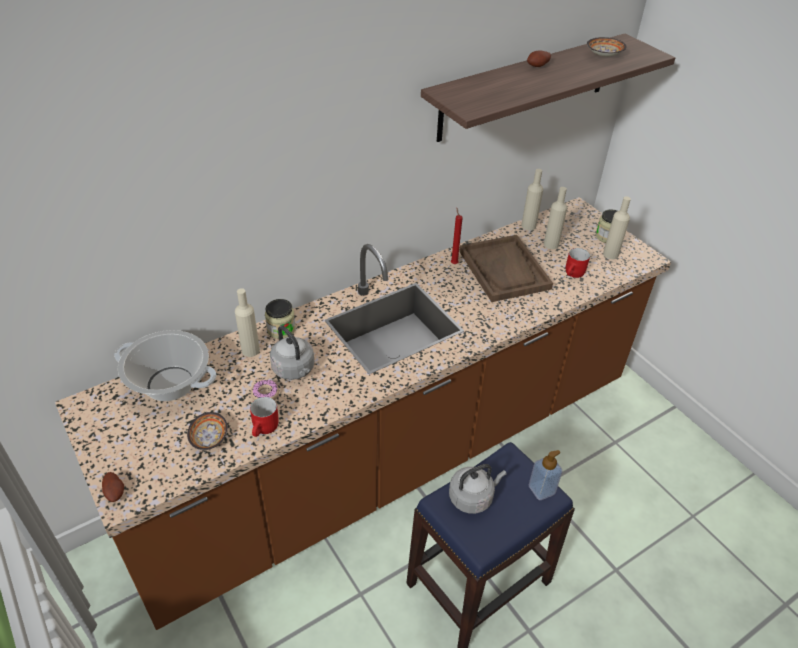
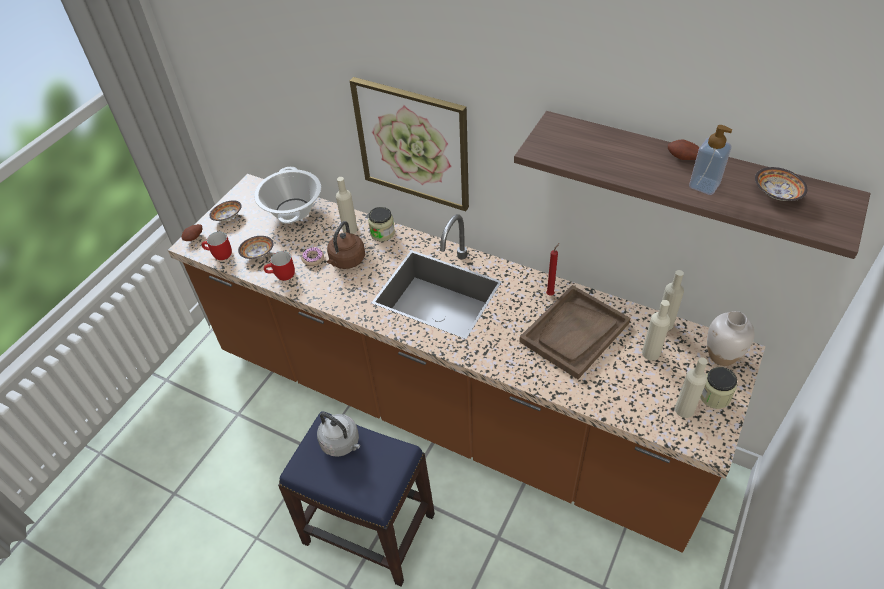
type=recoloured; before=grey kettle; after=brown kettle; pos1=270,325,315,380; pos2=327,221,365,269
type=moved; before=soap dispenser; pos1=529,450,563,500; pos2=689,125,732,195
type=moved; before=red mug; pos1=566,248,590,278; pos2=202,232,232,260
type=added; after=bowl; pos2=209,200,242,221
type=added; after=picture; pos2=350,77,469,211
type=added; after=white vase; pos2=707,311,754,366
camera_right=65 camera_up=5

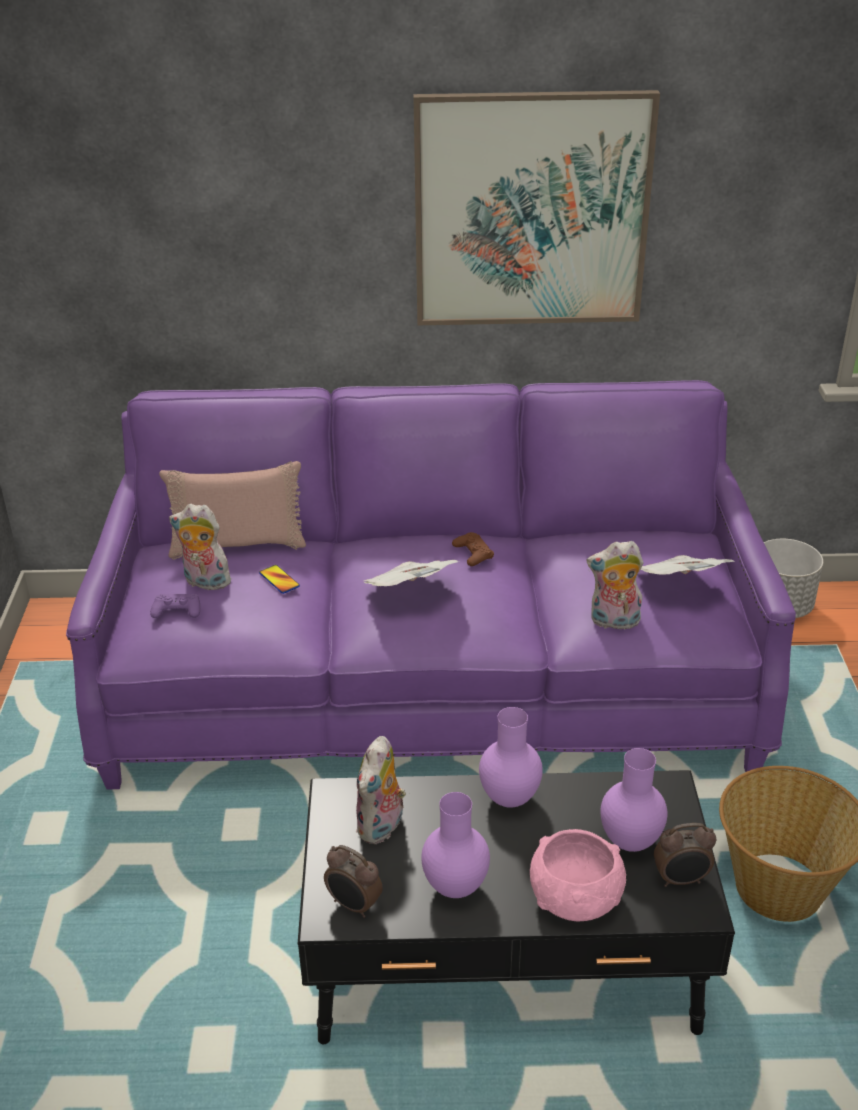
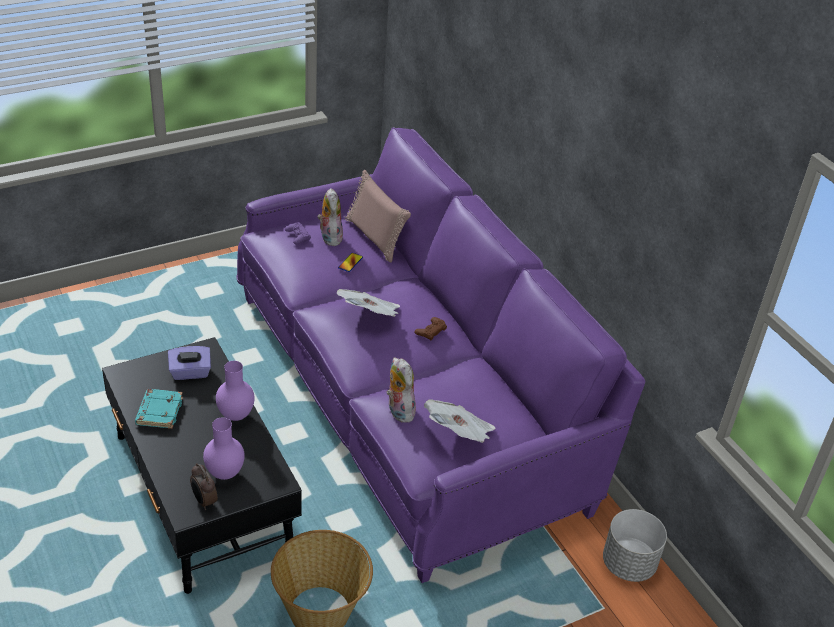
type=removed; before=alarm clock; pos1=324,845,383,918
type=replaced; before=plush toy; after=purple tissue box; pos1=356,736,406,844; pos2=168,346,211,380
type=removed; before=picture; pos1=413,90,660,325
type=replaced; before=purple vase; after=turquoise book; pos1=421,792,490,898; pos2=135,389,183,429
type=removed; before=pink bowl; pos1=530,829,626,922
camera_right=60 camera_up=5

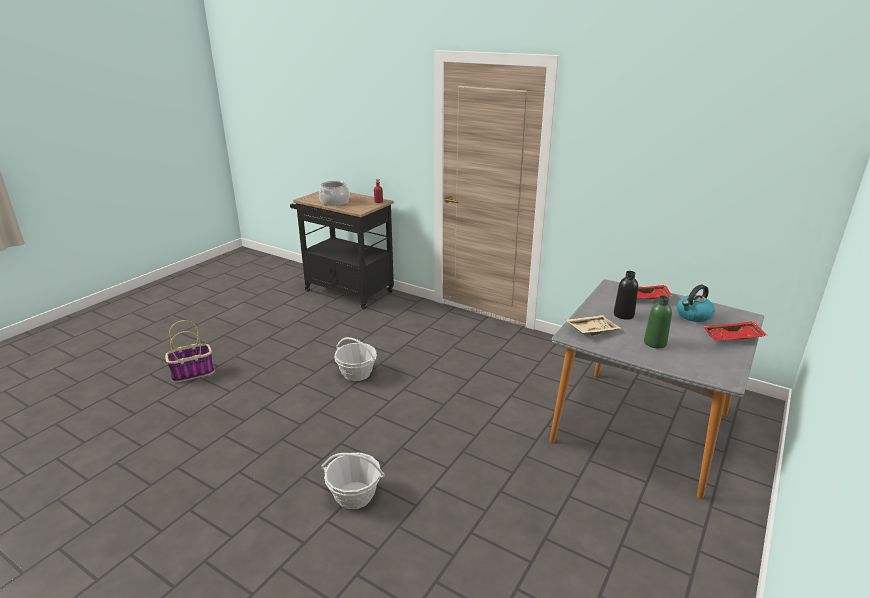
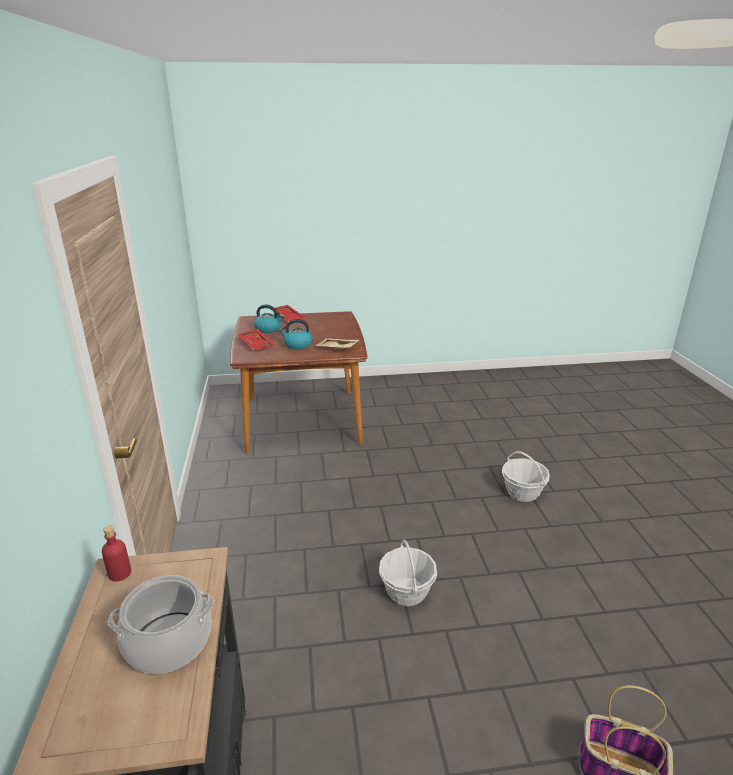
type=recoloured; before=grey dining table; after=brown dining table; pos1=549,279,764,499; pos2=230,311,368,453
type=replaced; before=black bottle; after=kettle; pos1=614,271,638,320; pos2=279,319,313,349
type=removed; before=green bottle; pos1=644,296,672,348
camera_right=-130 camera_up=0

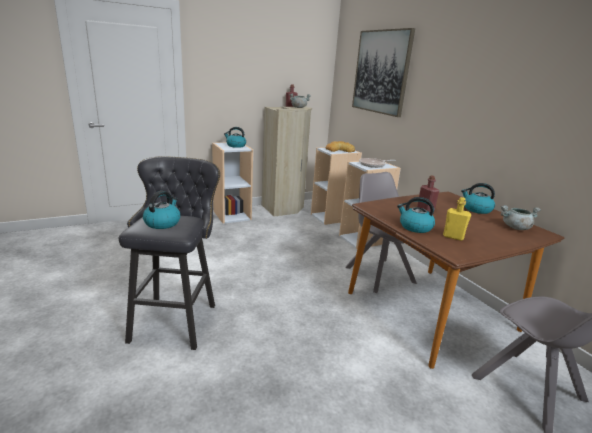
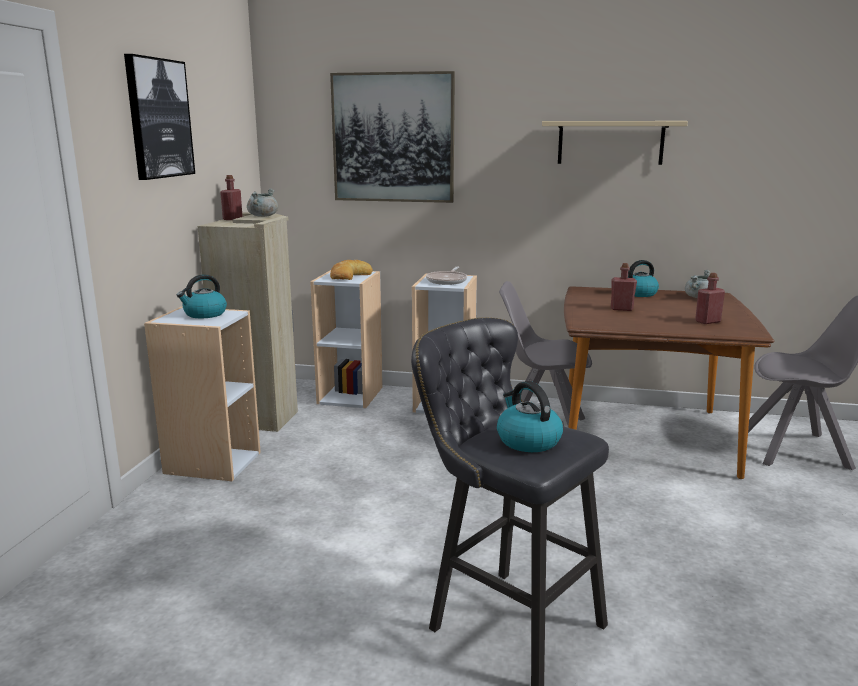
type=removed; before=kettle; pos1=397,197,435,233
type=recoloured; before=yellow bottle; after=red bottle; pos1=443,197,471,241; pos2=695,273,725,324
type=added; after=picture; pos2=124,54,195,180
type=added; after=beige shelf; pos2=542,121,688,165
camera_right=-50 camera_up=-5

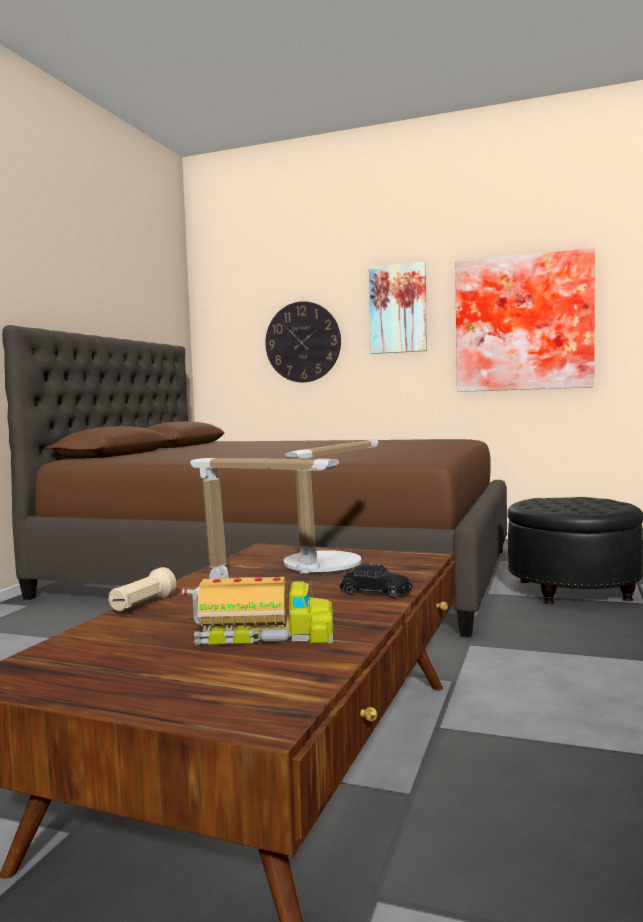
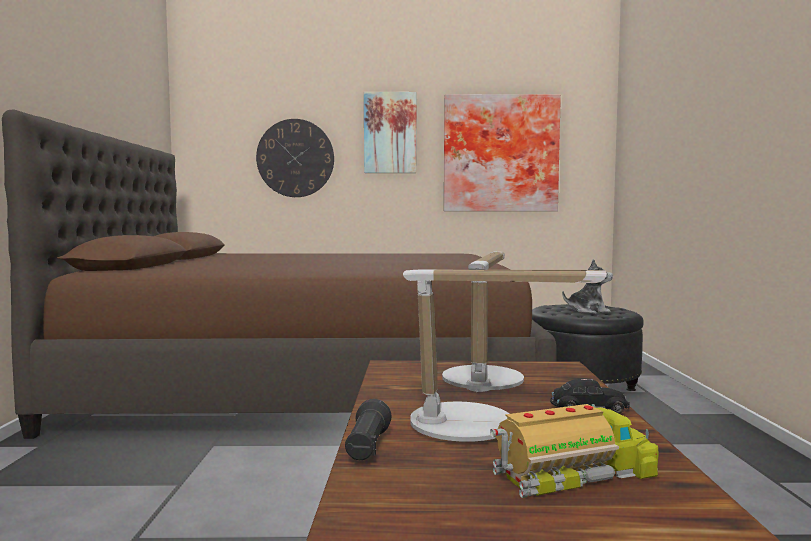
type=recoloured; before=beige flashlight; after=black flashlight; pos1=108,567,176,611; pos2=345,399,391,460
type=added; after=plush toy; pos2=562,259,613,314
camera_right=-20 camera_up=0

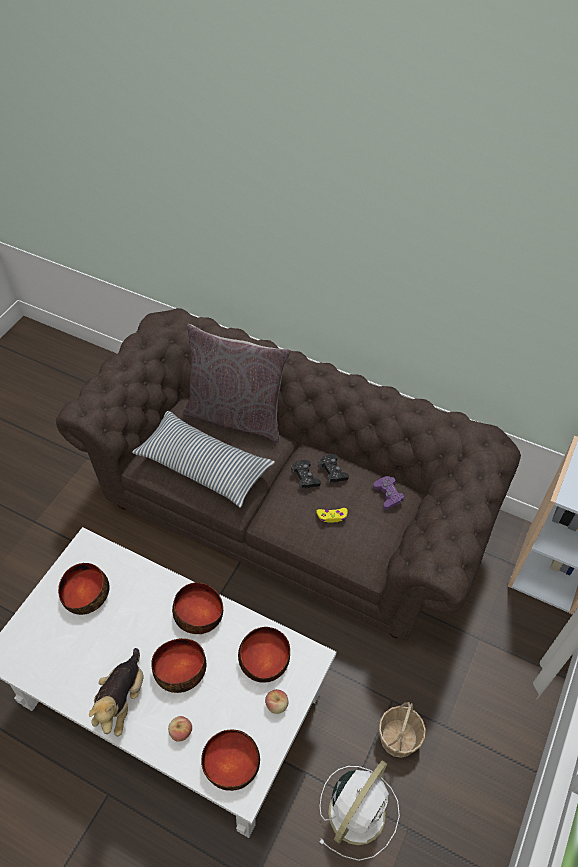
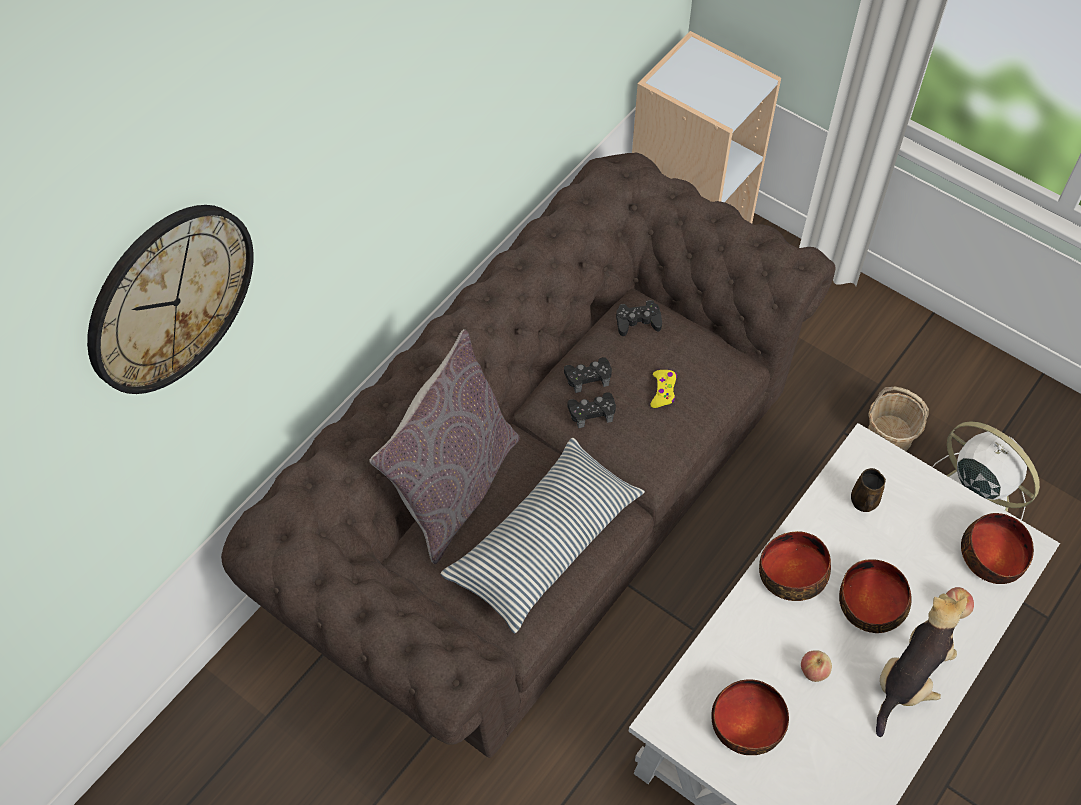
type=turned; before=plush toy; pos1=89,648,144,736; pos2=876,594,967,737; turn=-75
type=replaced; before=bowl; after=brown mug; pos1=238,627,290,683; pos2=851,468,886,512
type=moved; before=apple; pos1=265,689,288,714; pos2=801,650,832,682
type=recoloured; before=purple game controller; after=black game controller; pos1=373,476,404,510; pos2=616,300,662,336
type=added; after=wall clock; pos2=87,205,254,394
camera_right=-80 camera_up=5

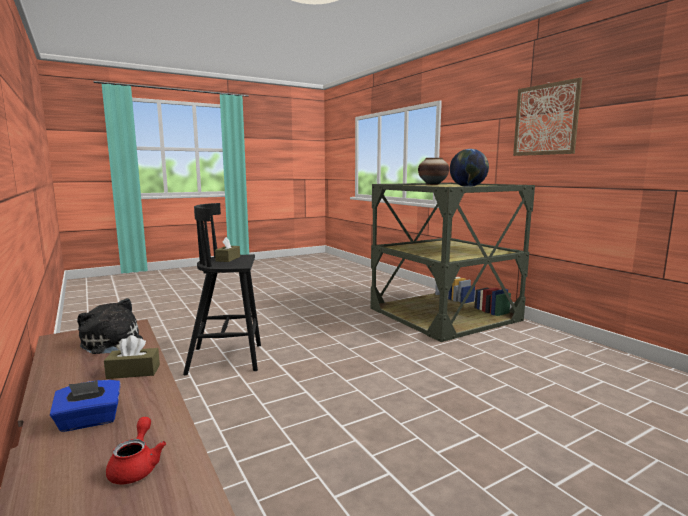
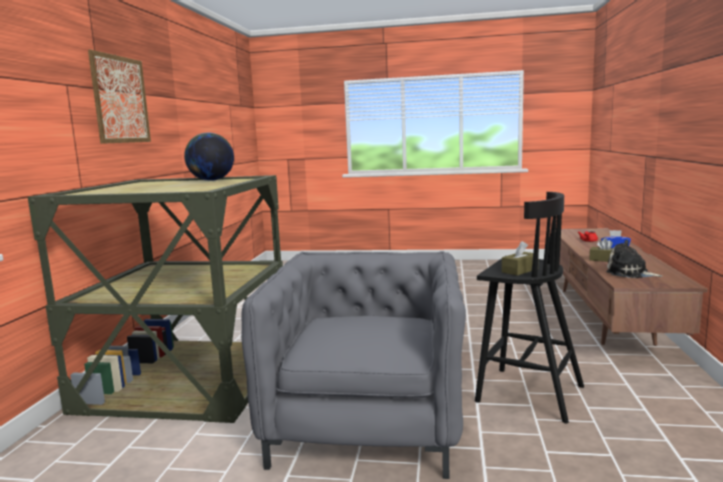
type=turned; before=plush toy; pos1=77,298,143,354; pos2=606,240,663,278; turn=135
type=removed; before=vase; pos1=418,158,449,185
type=added; after=grey armchair; pos2=241,251,466,479
camera_right=-140 camera_up=0

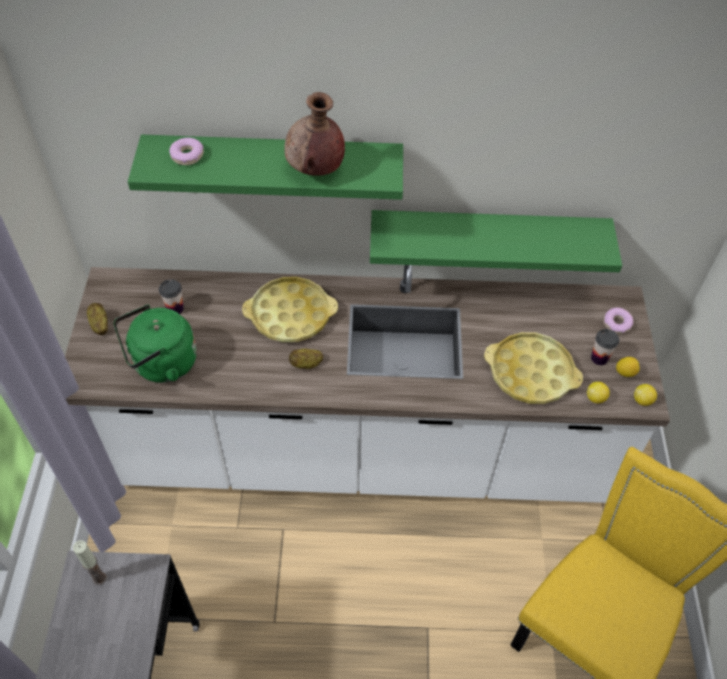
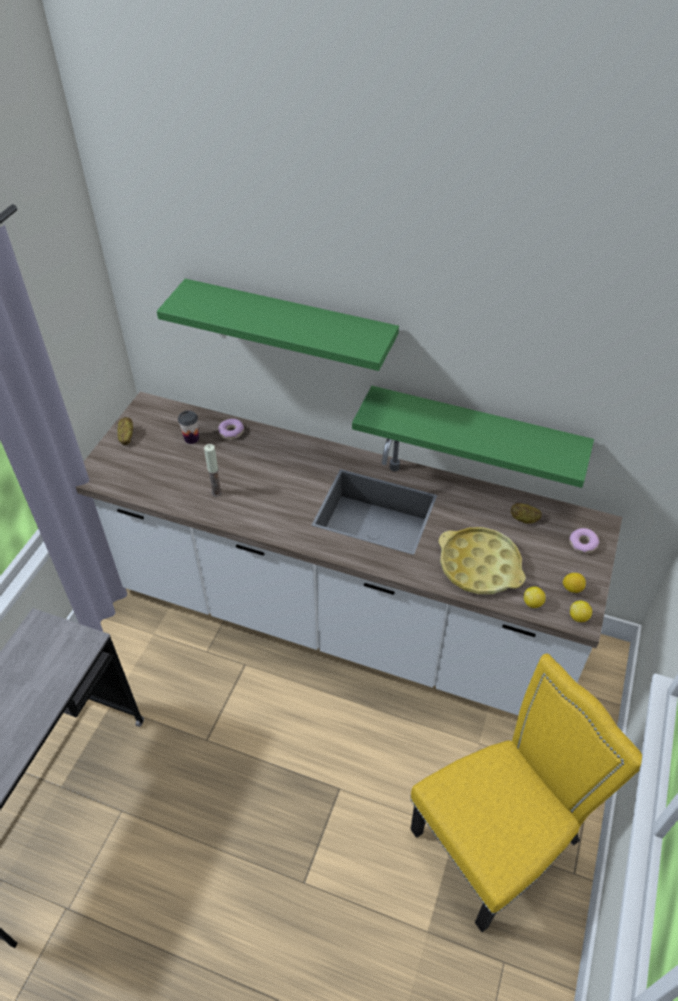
type=moved; before=candle; pos1=73,540,107,586; pos2=204,444,222,497
type=removed; before=green kettle; pos1=114,305,197,383
type=moved; before=donut; pos1=169,138,204,165; pos2=218,419,244,440
type=removed; before=yellow tray; pos1=242,277,338,342
type=removed; before=brown vase; pos1=284,92,345,176
type=moved; before=potato; pos1=289,348,323,369; pos2=511,503,542,524
type=removed; before=cup; pos1=591,329,619,365
camera_right=20 camera_up=-5

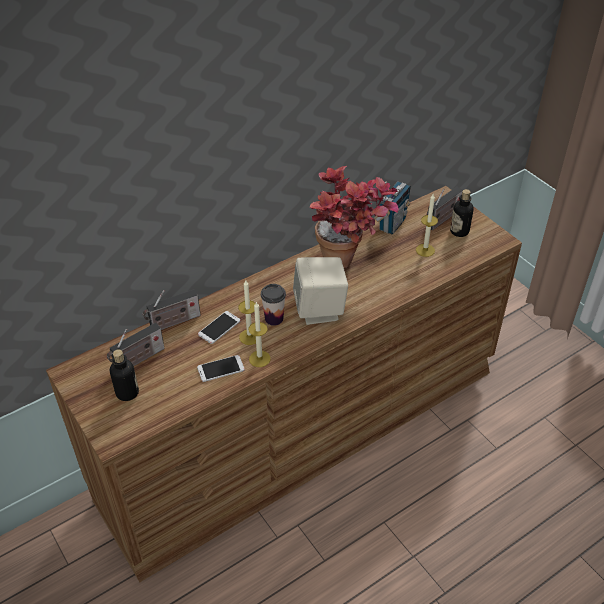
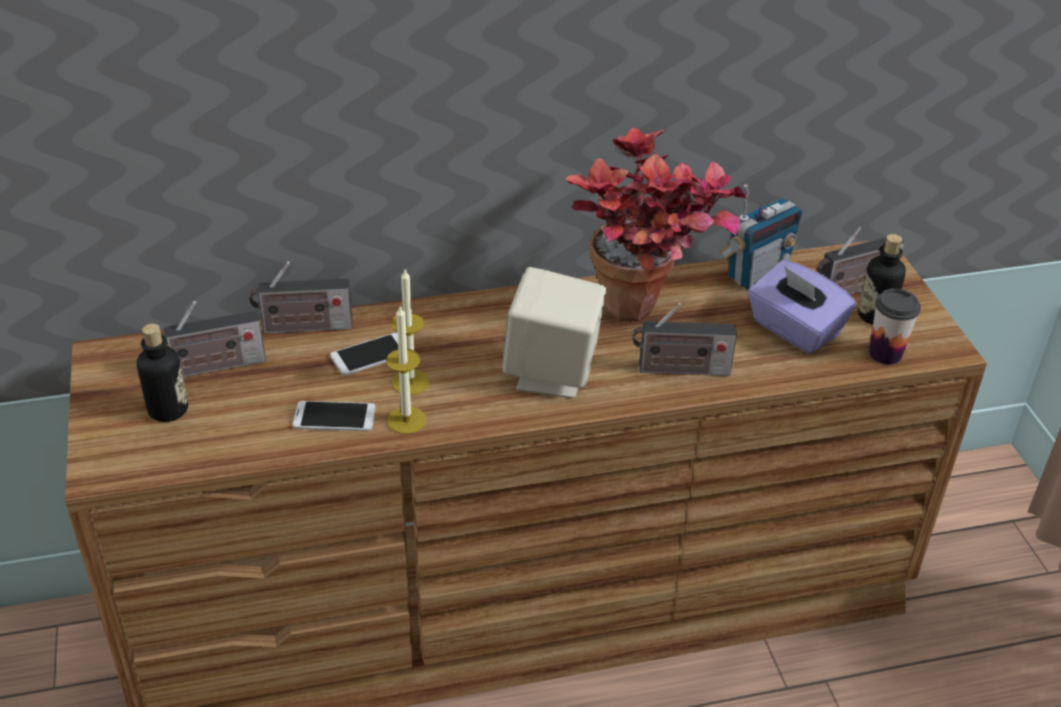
type=moved; before=cup; pos1=261,284,286,326; pos2=869,289,921,364
type=replaced; before=candle; after=purple tissue box; pos1=416,194,438,257; pos2=748,260,856,354
type=added; after=radio; pos2=632,303,737,376
camera_right=20 camera_up=-5

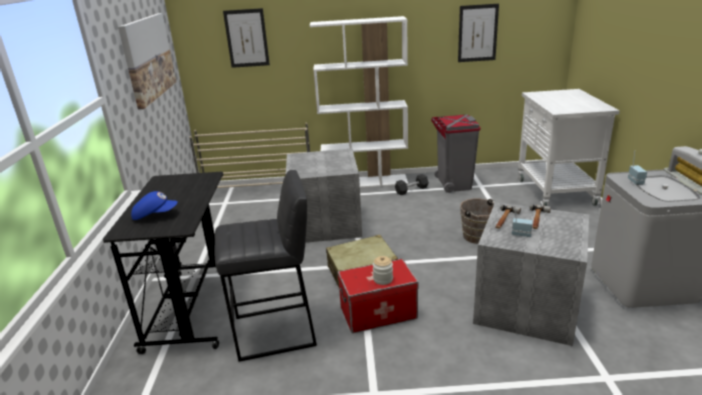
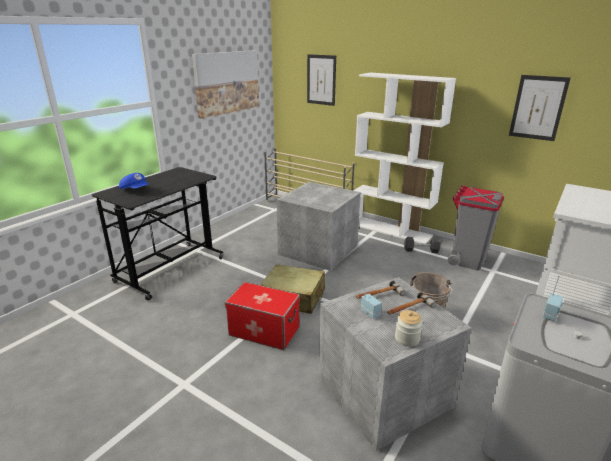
type=removed; before=grey stool; pos1=215,170,317,362
type=moved; before=jar; pos1=373,256,393,285; pos2=395,310,423,347
camera_right=35 camera_up=0

